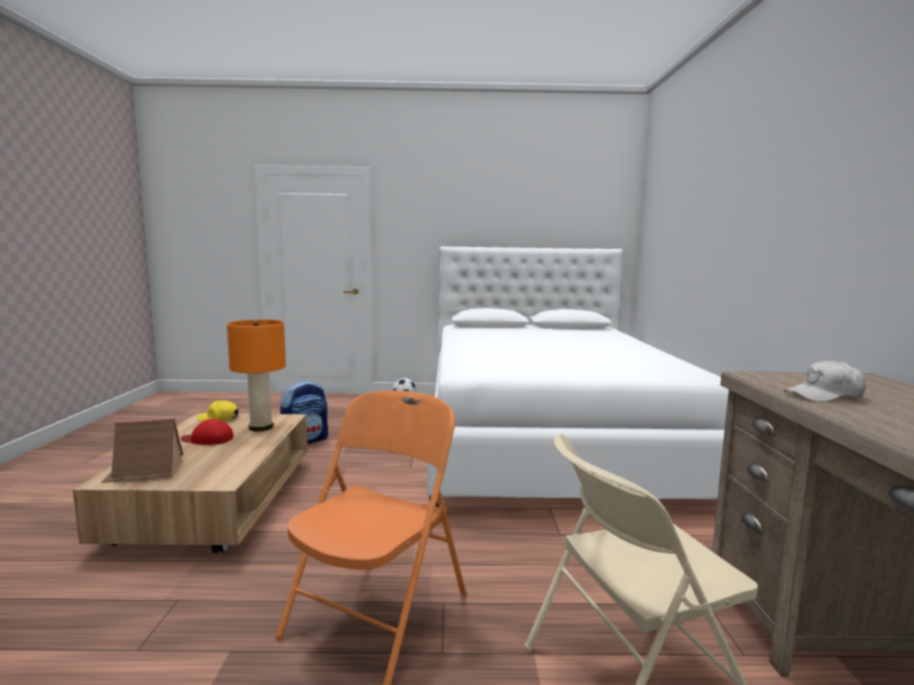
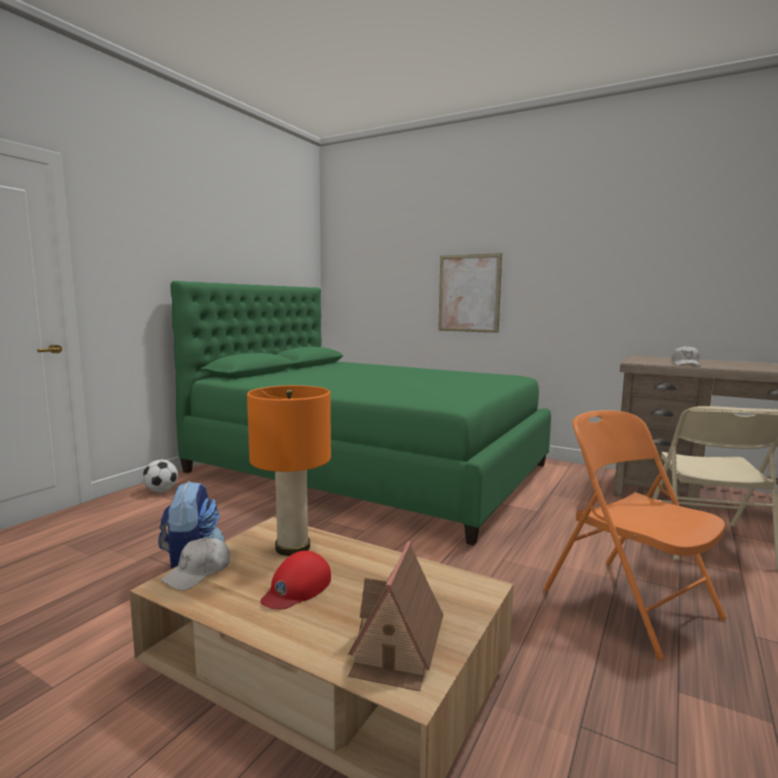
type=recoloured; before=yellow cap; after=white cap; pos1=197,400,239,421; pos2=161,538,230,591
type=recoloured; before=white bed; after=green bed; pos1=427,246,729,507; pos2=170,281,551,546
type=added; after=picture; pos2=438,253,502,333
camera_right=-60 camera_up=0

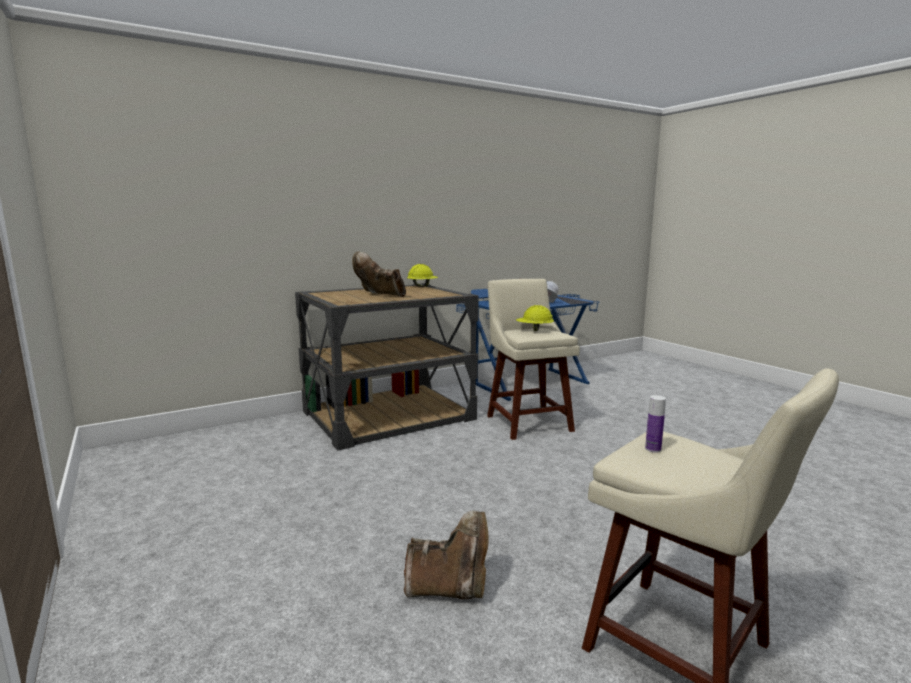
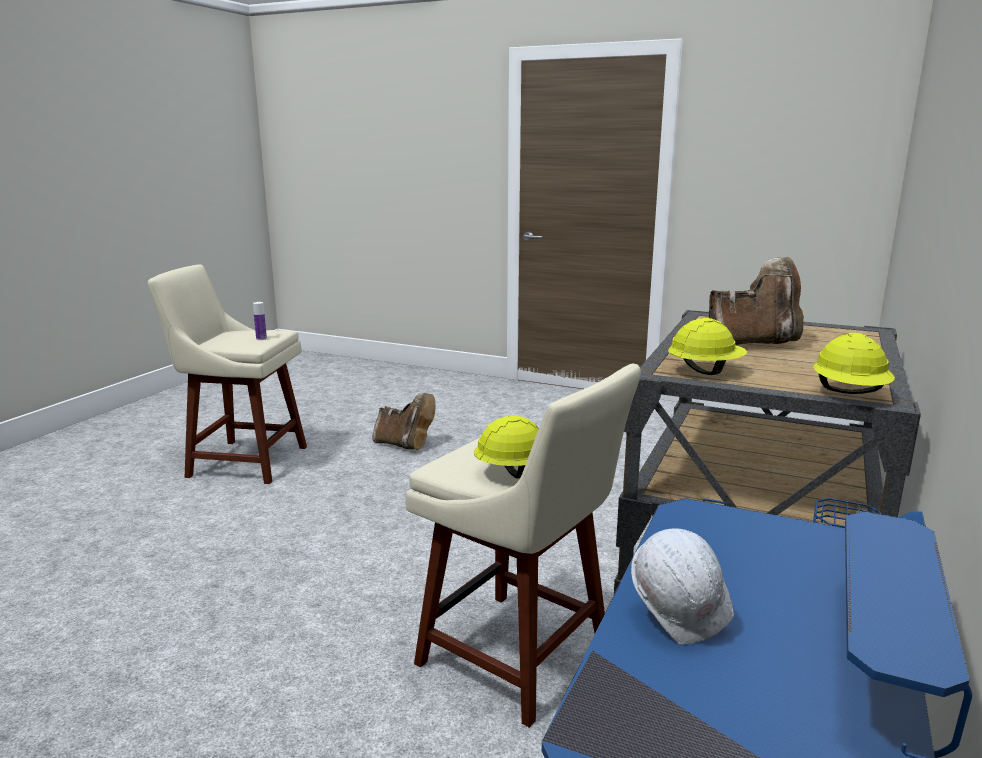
type=turned; before=brown boot; pos1=404,511,489,599; pos2=373,393,435,450; turn=-120
type=added; after=yellow hard hat; pos2=668,318,747,375
camera_right=145 camera_up=5

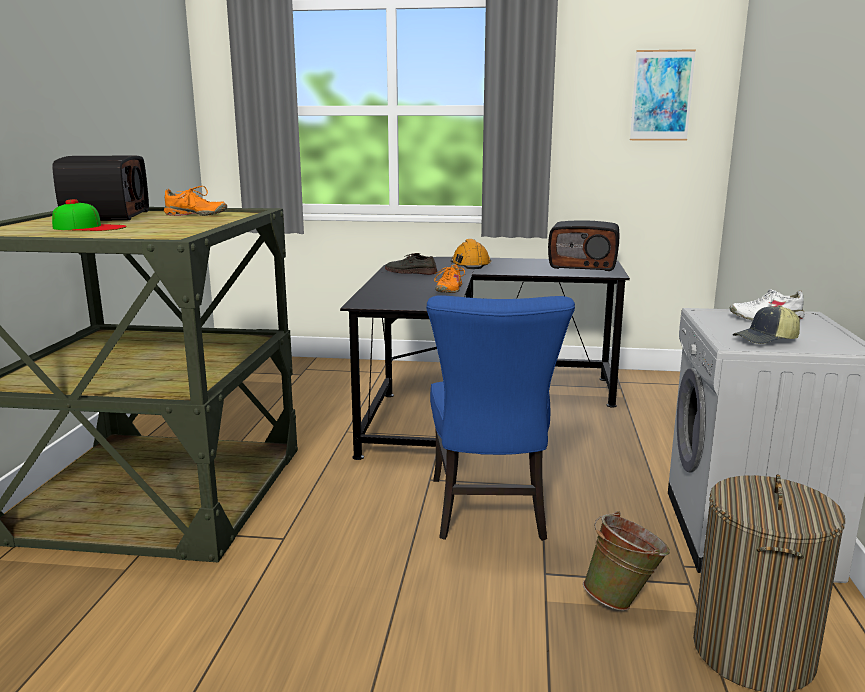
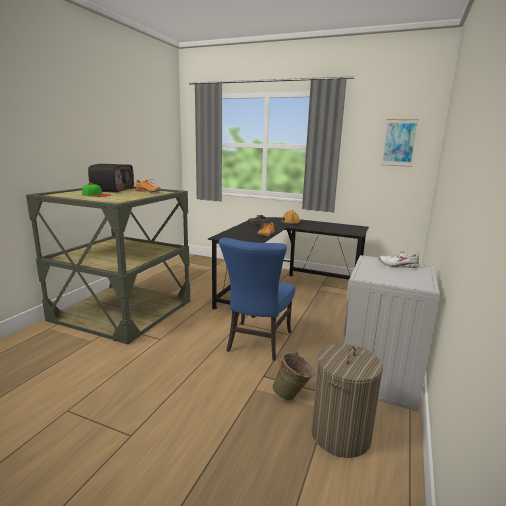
type=removed; before=radio; pos1=548,220,619,271
type=removed; before=cap; pos1=733,305,800,344
camera_right=15 camera_up=0

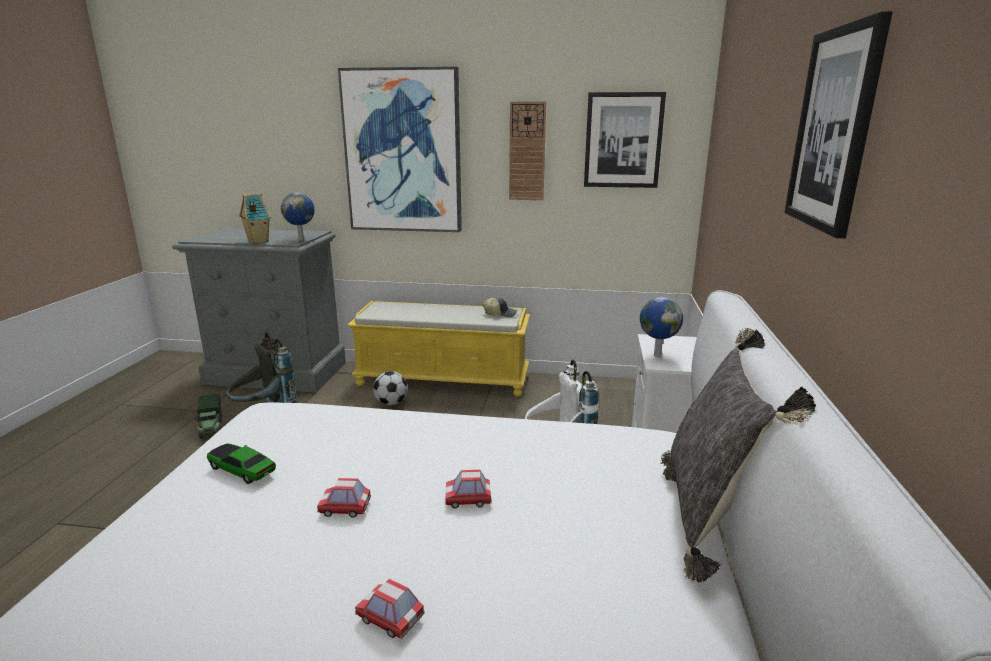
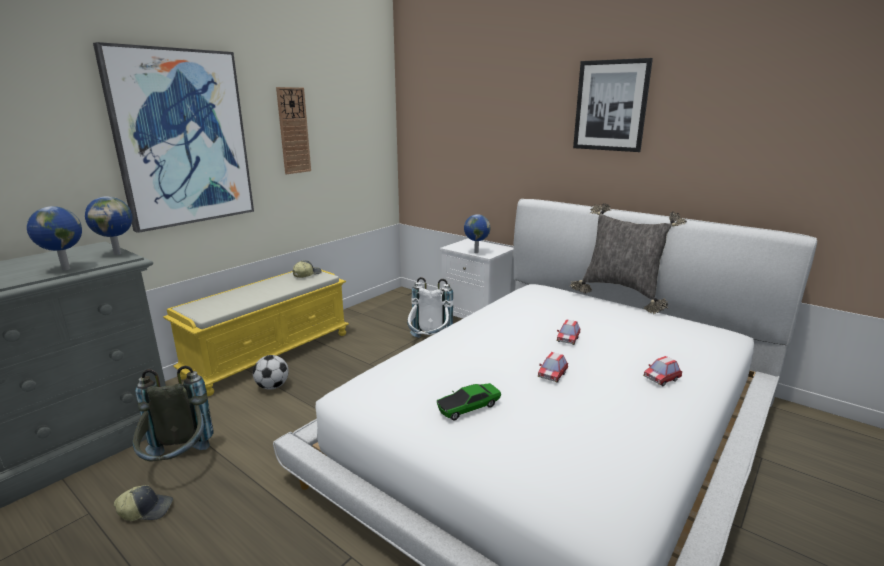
type=replaced; before=toy truck; after=cap; pos1=195,394,222,439; pos2=114,485,173,521
type=replaced; before=toy house; after=globe; pos1=239,193,271,243; pos2=27,206,82,270
type=removed; before=picture; pos1=584,92,666,188
camera_right=-60 camera_up=0

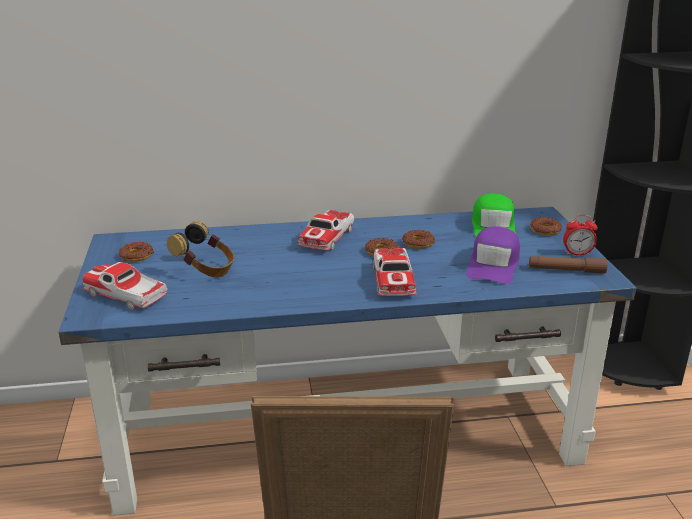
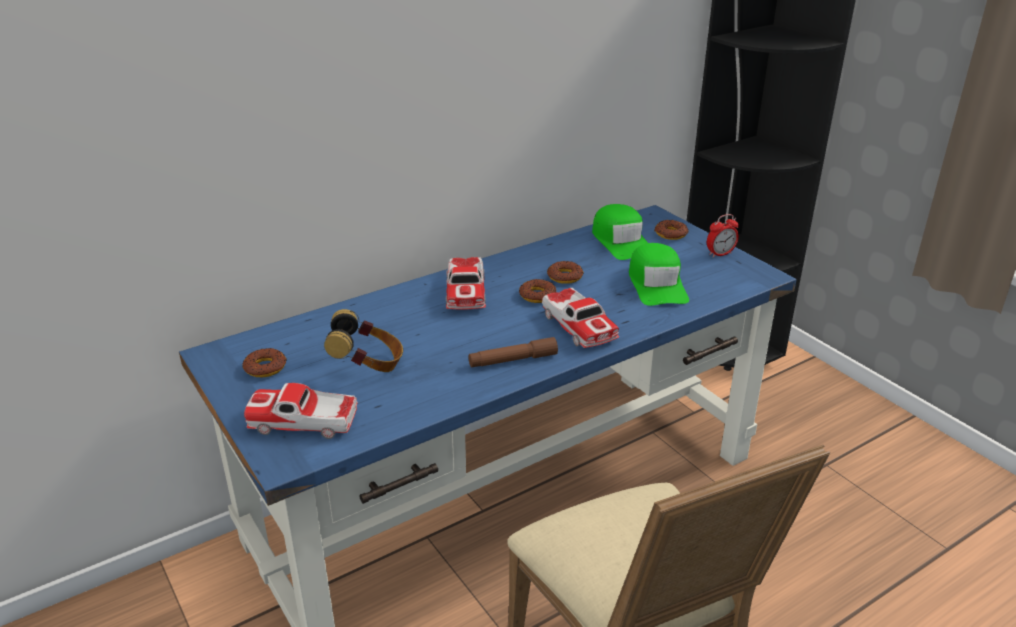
type=recoloured; before=purple cap; after=green cap; pos1=466,226,520,284; pos2=629,243,689,306
type=moved; before=brown flashlight; pos1=529,256,607,274; pos2=468,337,558,367
camera_right=-25 camera_up=5

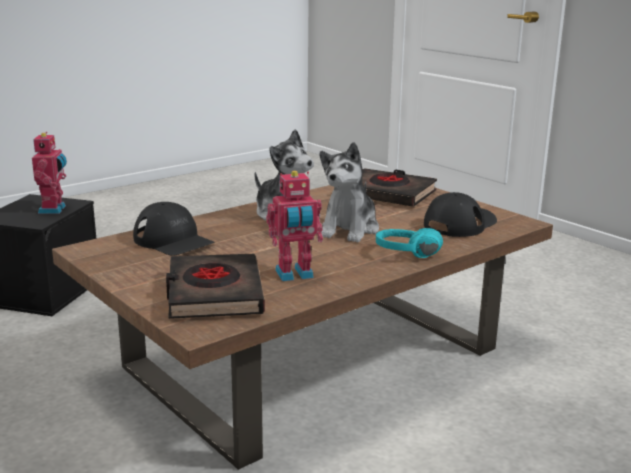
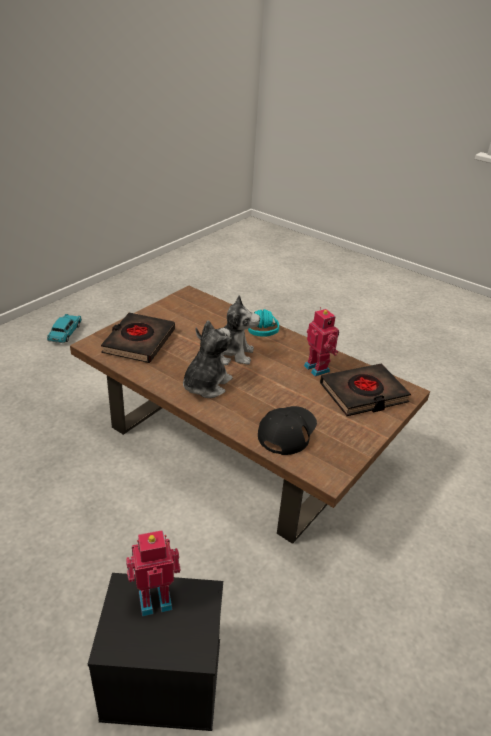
type=removed; before=black cap; pos1=424,192,497,237
type=added; after=turquoise toy car; pos2=47,314,82,343
camera_right=-105 camera_up=15

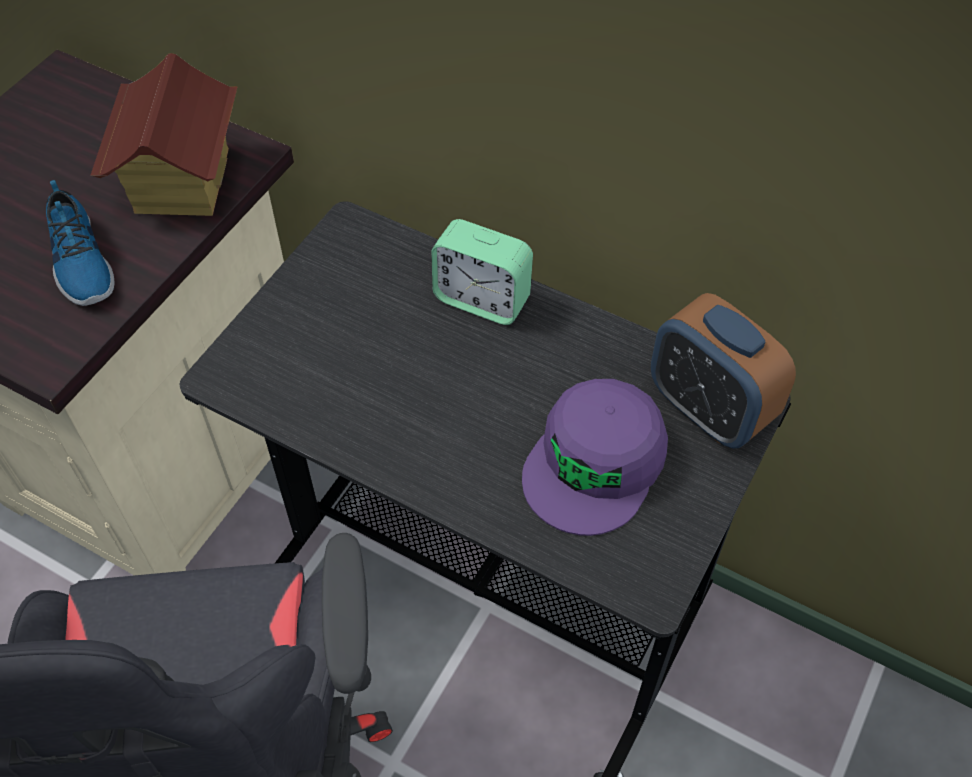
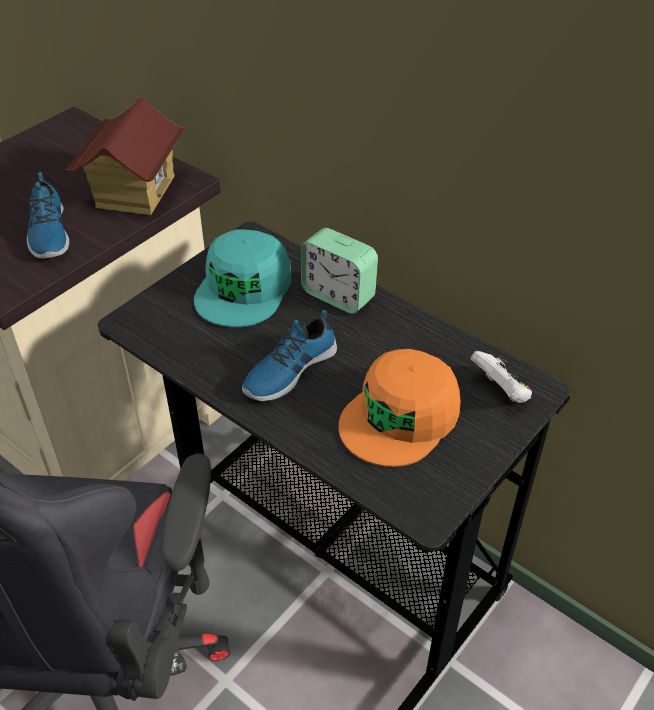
type=recoloured; before=purple cap; after=orange cap; pos1=522,379,668,536; pos2=338,349,461,467
type=replaced; before=alarm clock; after=white game controller; pos1=651,293,796,449; pos2=471,351,532,403
type=added; after=turquoise cap; pos2=194,230,291,327
type=added; after=shoe; pos2=242,310,337,401
camera_right=10 camera_up=-10

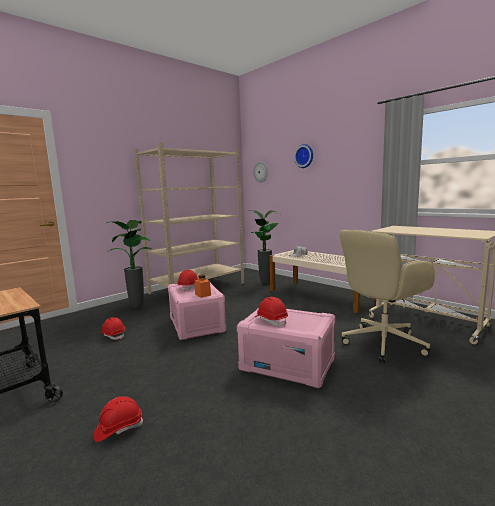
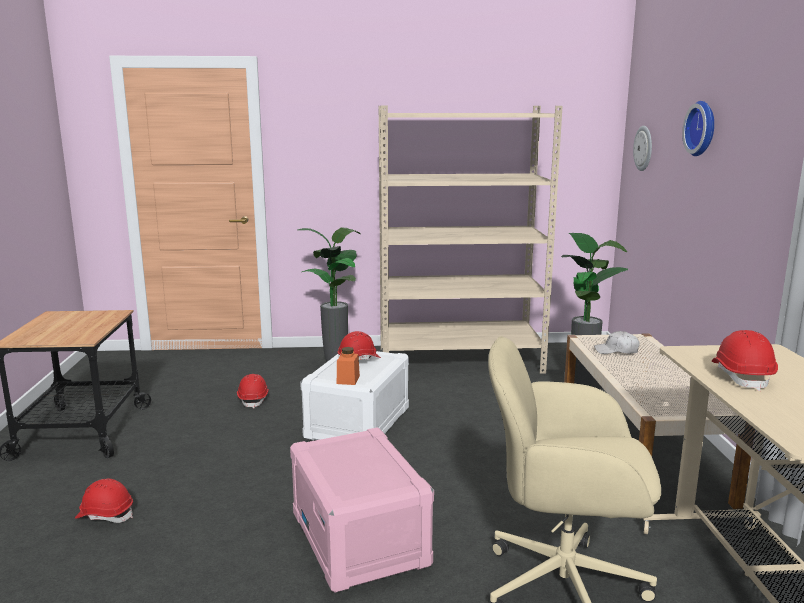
type=recoloured; before=pink storage box; after=white storage box; pos1=168,280,226,340; pos2=300,351,409,441
type=moved; before=red hard hat; pos1=256,297,288,326; pos2=712,330,778,391
camera_right=40 camera_up=5

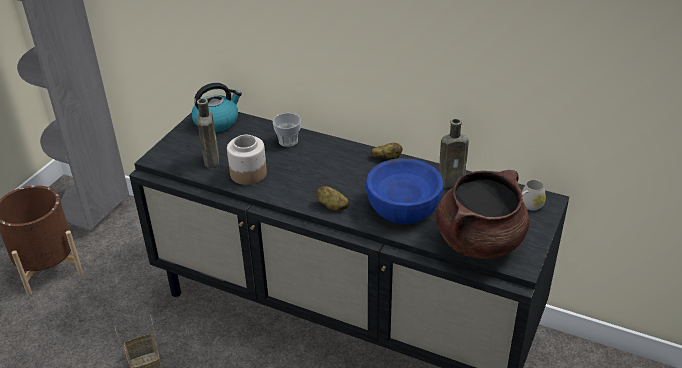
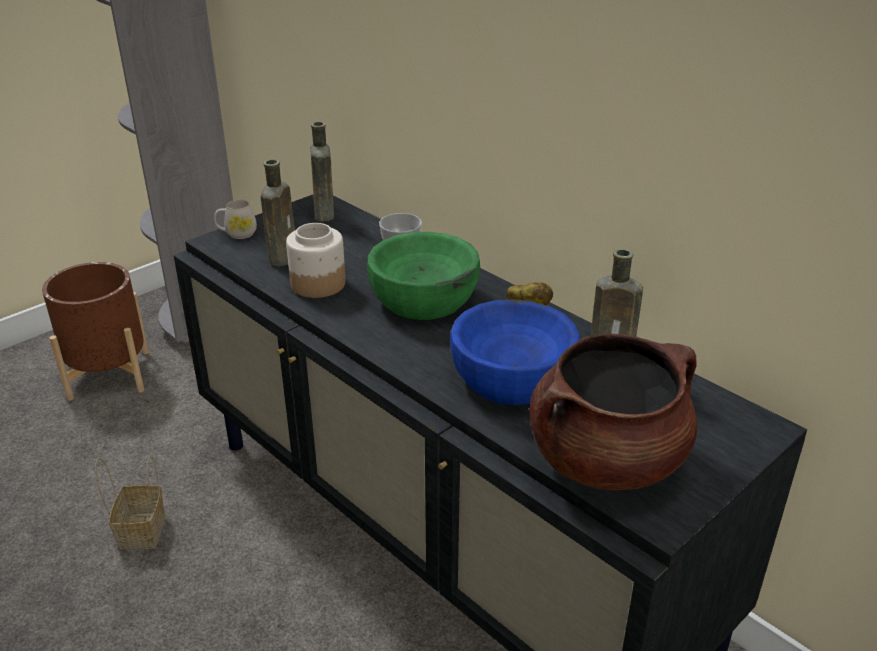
type=replaced; before=kettle; after=brown bottle; pos1=192,83,242,132; pos2=310,122,334,222
type=removed; before=potato; pos1=316,186,349,211
type=moved; before=white mug; pos1=522,180,546,211; pos2=214,200,257,239
type=added; after=green bowl; pos2=368,232,480,320
camera_right=20 camera_up=-5

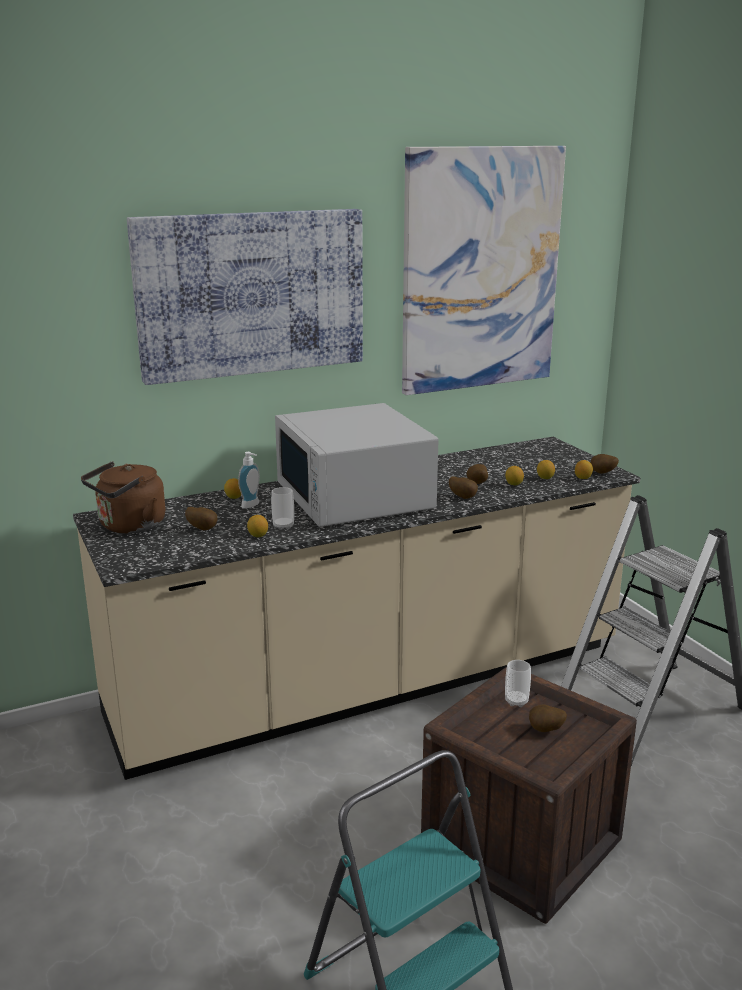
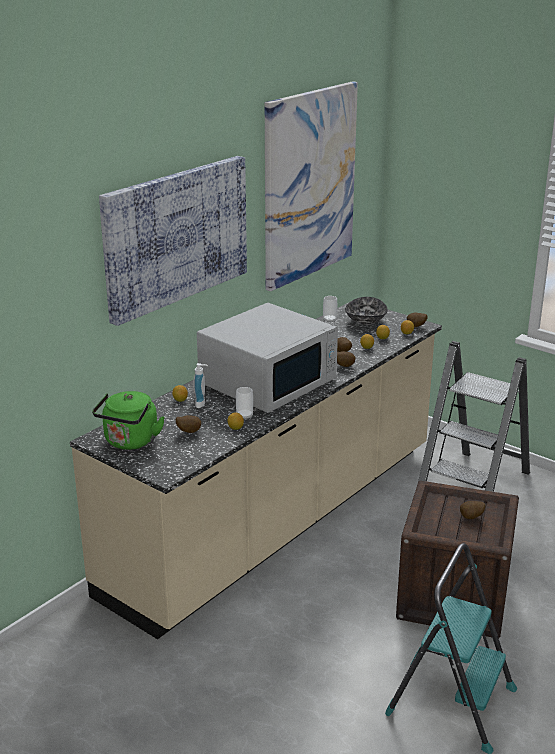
type=recoloured; before=brown kettle; after=green kettle; pos1=81,461,166,534; pos2=92,391,165,450
type=turned; before=white microwave; pos1=275,403,438,527; pos2=197,303,338,413; turn=-90
type=moved; before=cup; pos1=505,660,531,707; pos2=323,296,337,323
type=added; after=bowl; pos2=345,297,388,325
camera_right=-25 camera_up=5

